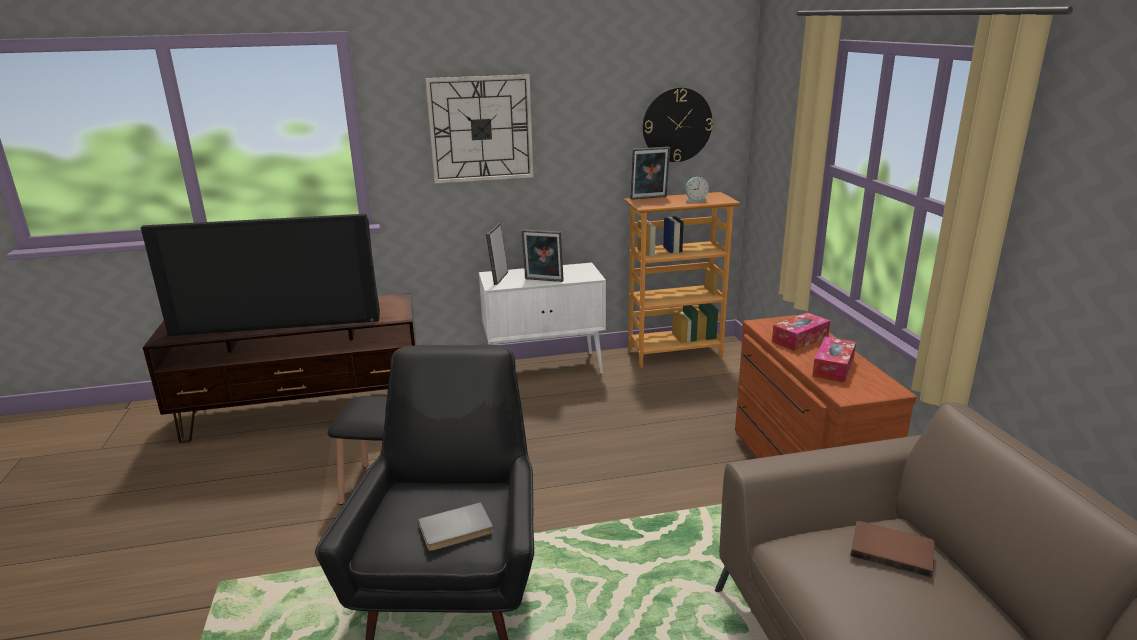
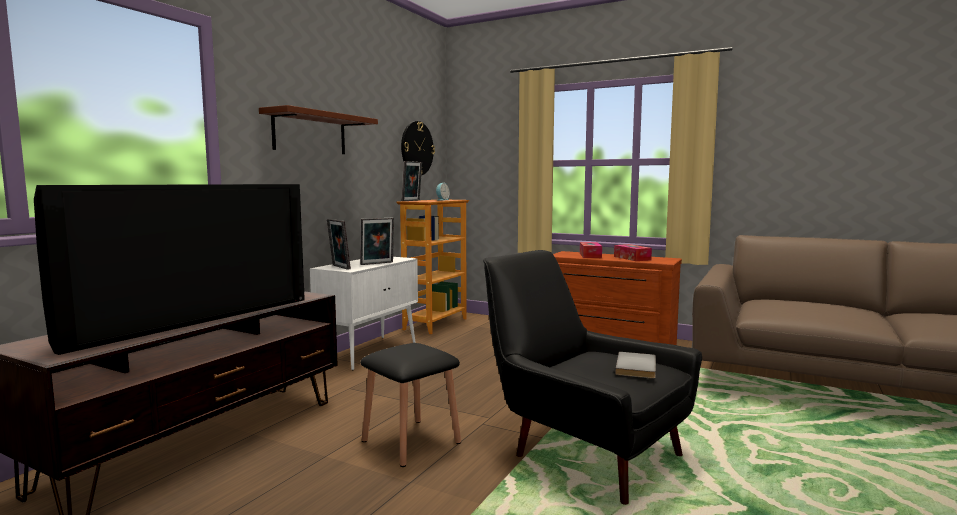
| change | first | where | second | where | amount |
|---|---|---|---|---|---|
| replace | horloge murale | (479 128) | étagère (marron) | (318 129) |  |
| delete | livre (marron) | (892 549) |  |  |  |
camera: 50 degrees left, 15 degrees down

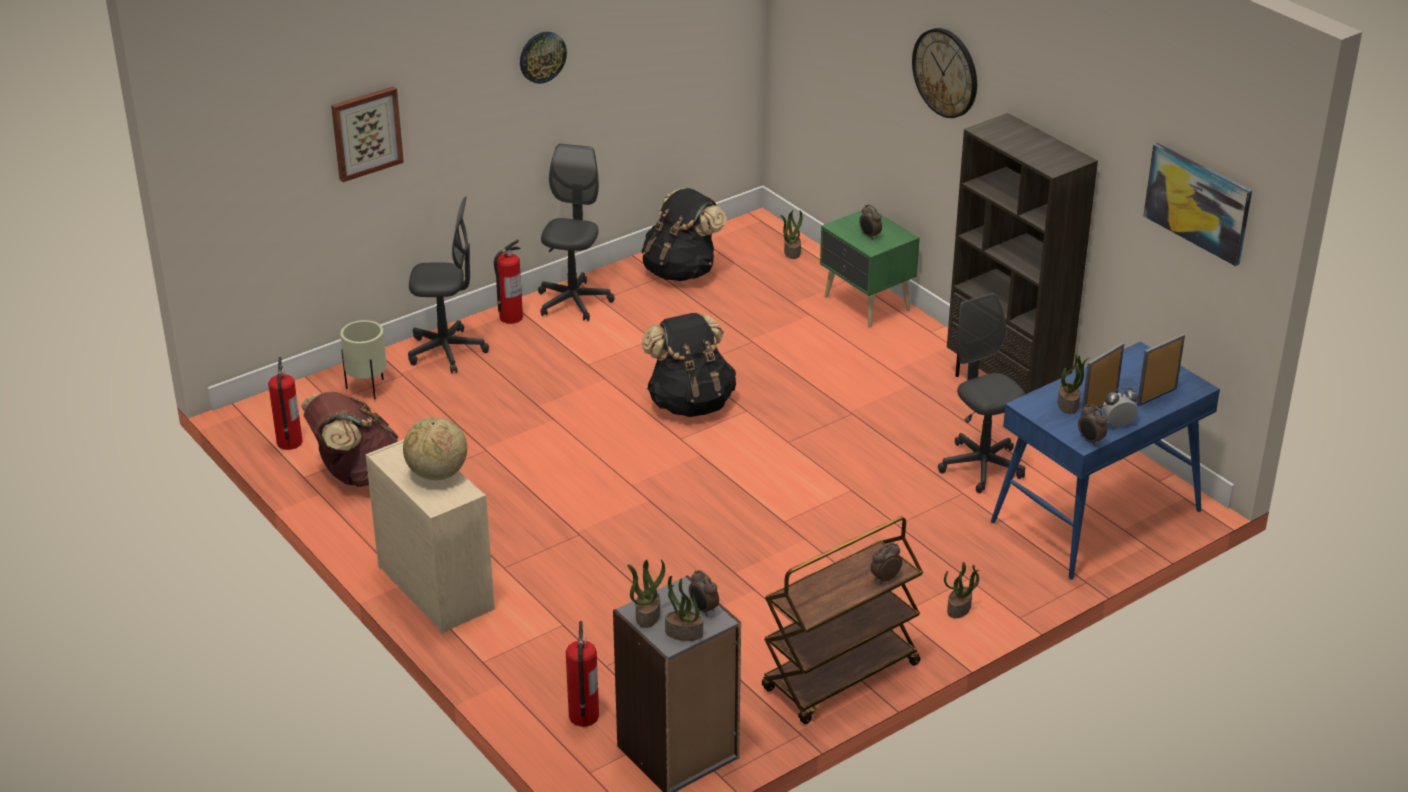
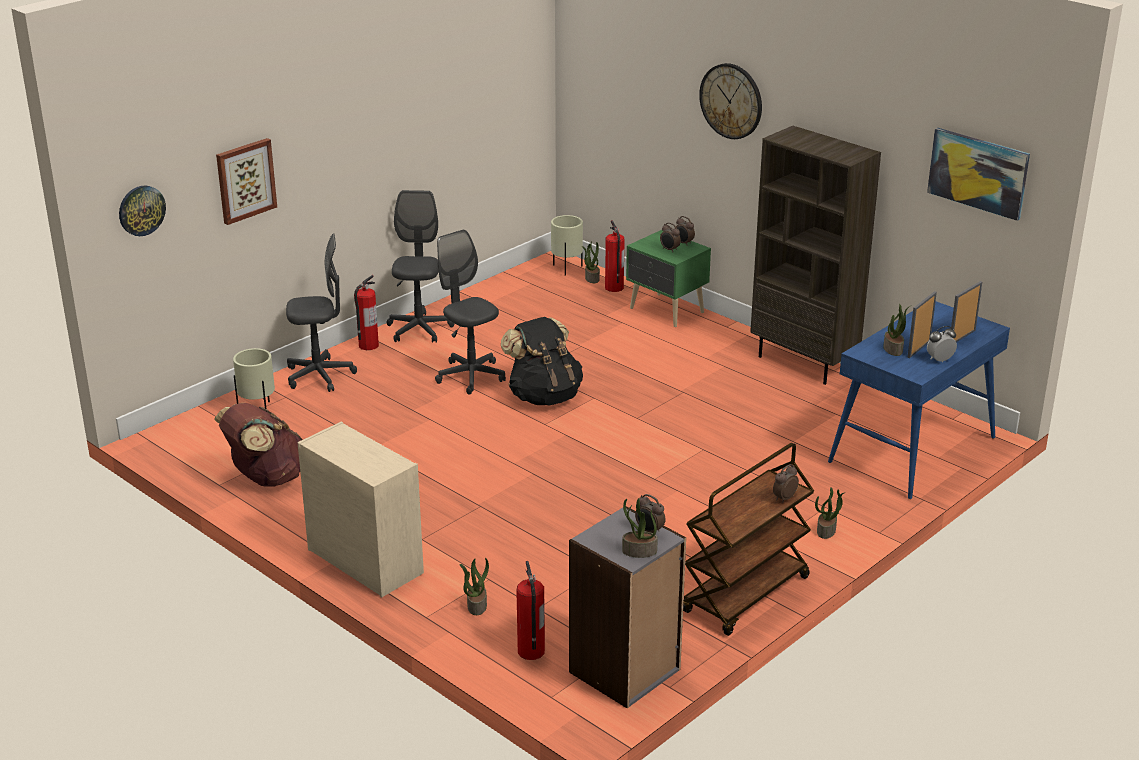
| change | first | where | second | where | amount |
|---|---|---|---|---|---|
| move | extincteur | (285 403) |  | (615 256) |  |
| delete | globe | (435 448) |  |  |  |
| move | horloge murale | (543 58) |  | (142 210) |  |
| move | plante en pot | (646 593) |  | (474 586) |  |
| delete | sac à dos (noir) | (684 234) |  |  |  |
| move | chaise de bureau (gris) | (982 393) |  | (470 312) |  |
| move | réveil | (1092 425) |  | (685 231) |  |
| insert |  |  | cache-pot (beige) | (567 245) |  |
camera: 10 degrees left, 5 degrees down

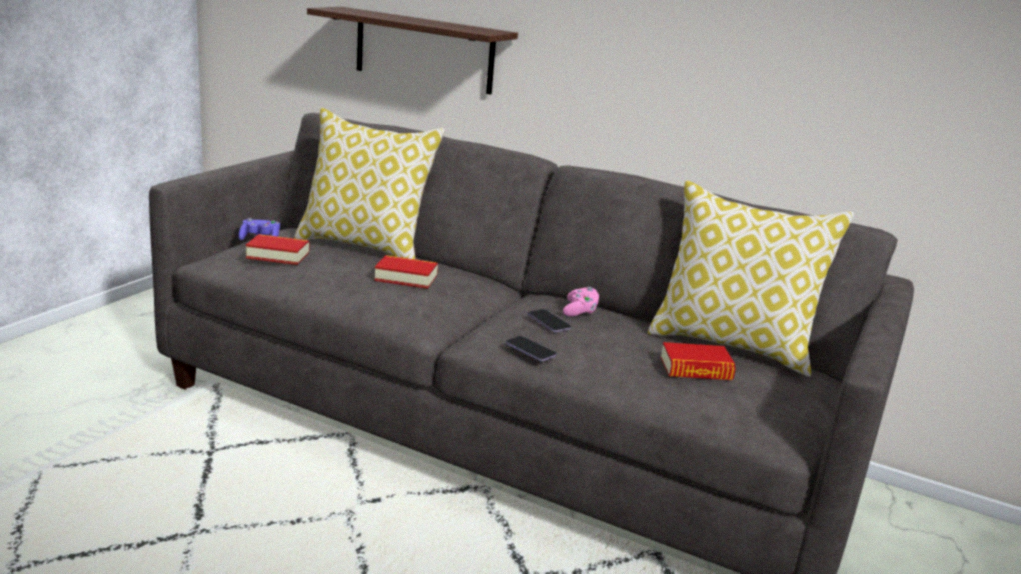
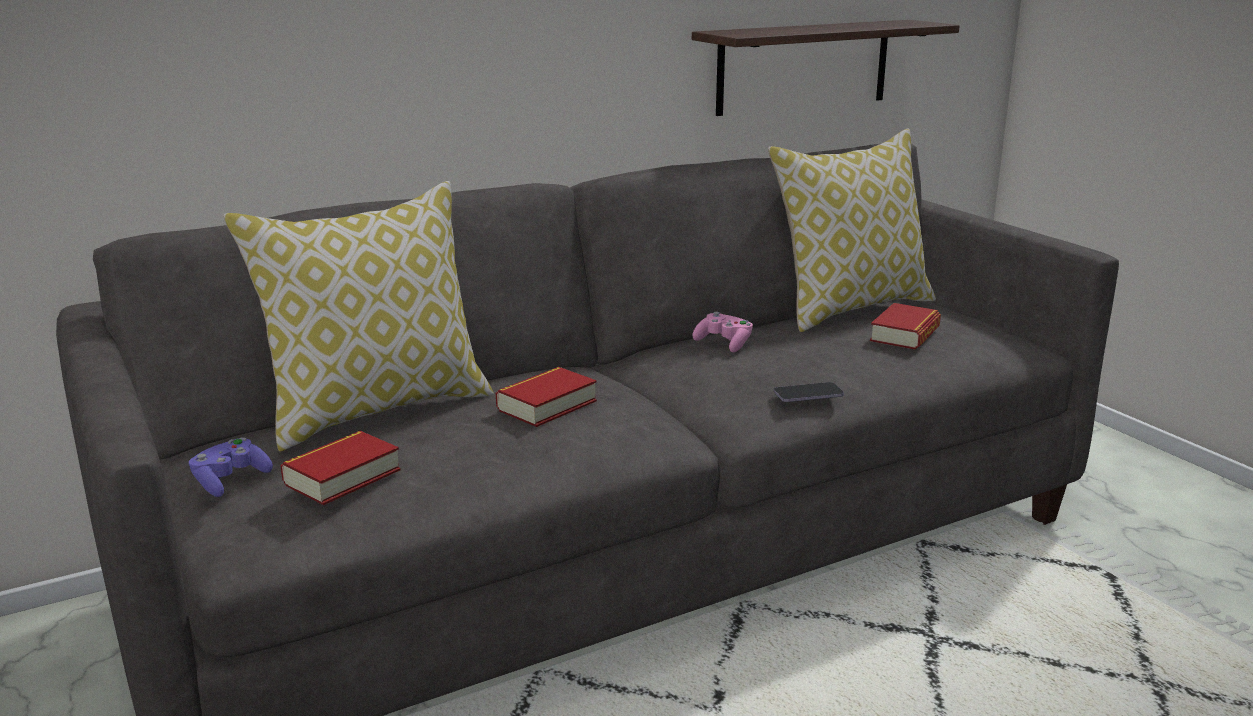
| change | first | where | second | where | amount |
|---|---|---|---|---|---|
| move | étagère | (412 51) |  | (826 68) |  |
| delete | téléphone | (549 320) |  |  |  |
camera: 55 degrees left, 0 degrees up

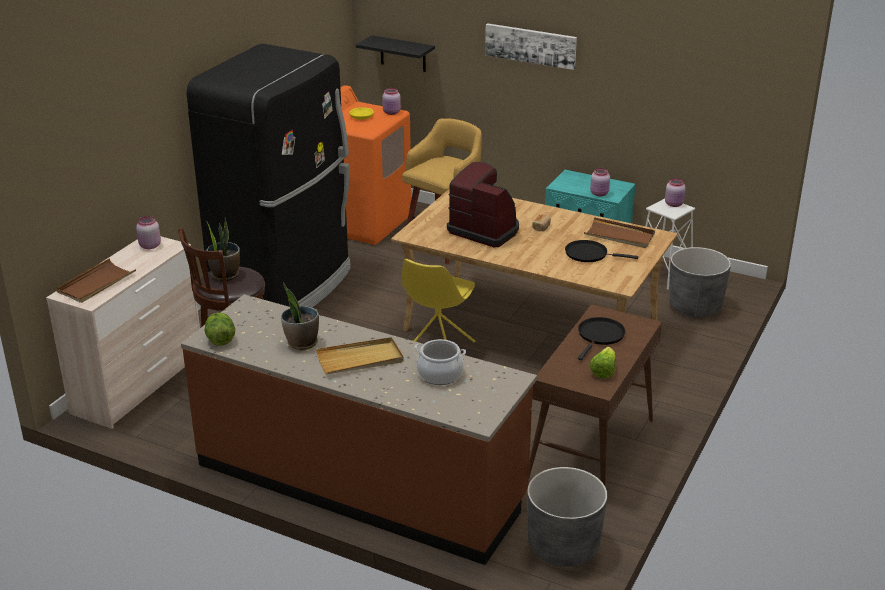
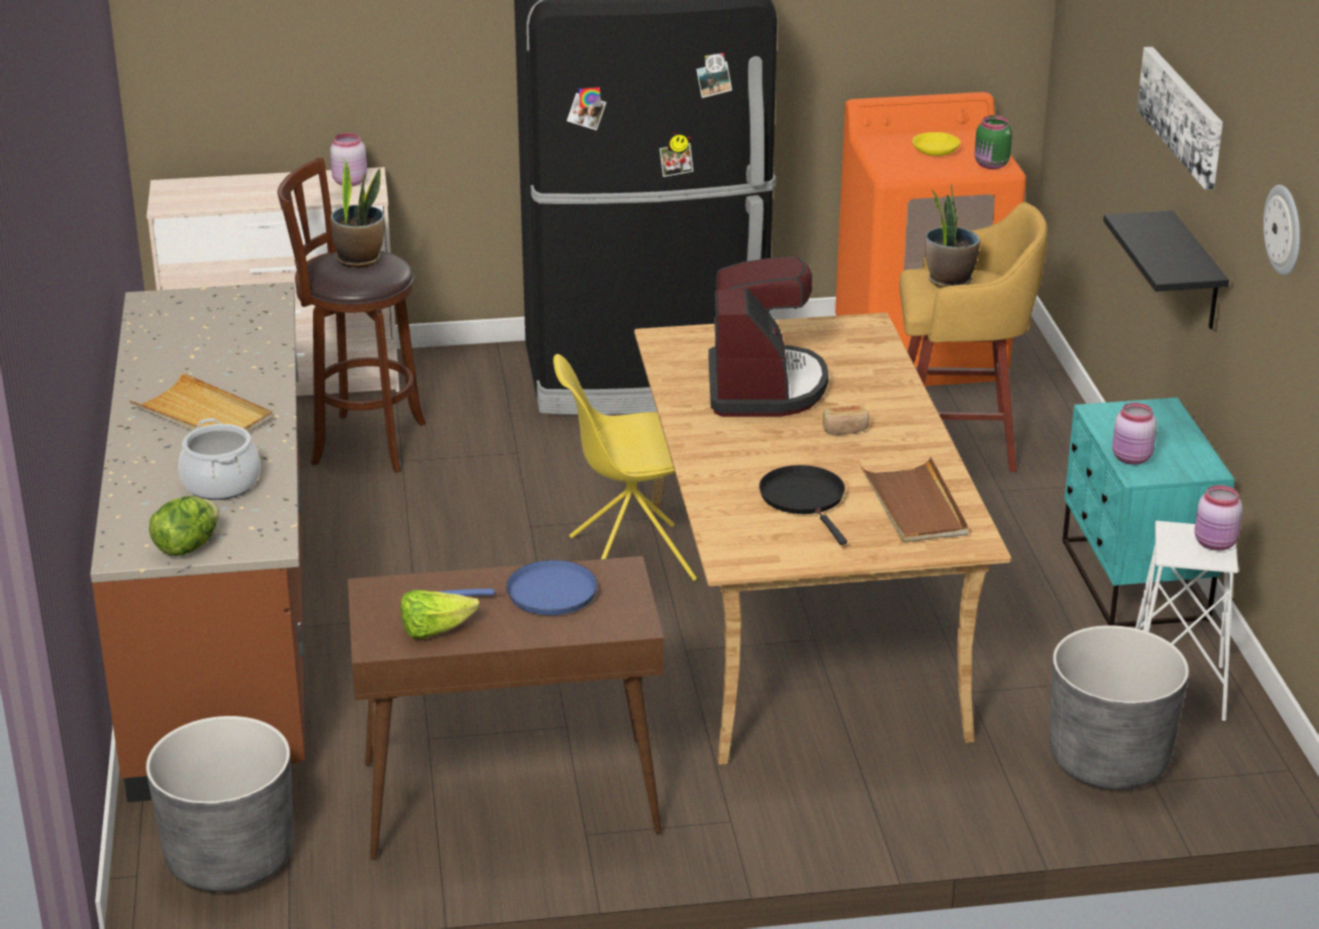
| change | first | where | second | where | amount |
|---|---|---|---|---|---|
| delete | plateau (marron) | (96 280) |  |  |  |
| move | laitue | (220 329) |  | (184 526) |  |
| move | plante en pot | (300 316) |  | (952 236) |  |
| move | étagère (noir) | (395 53) |  | (1166 270) |  |
| recolor | bocal (rose) | (391 101) | bocal (vert) | (993 142) |  |
| recolor | poêle (noir) | (601 338) | poêle (bleu) | (518 587) |  |
| insert |  |  | horloge murale | (1281 230) |  |
camera: 55 degrees right, 0 degrees up

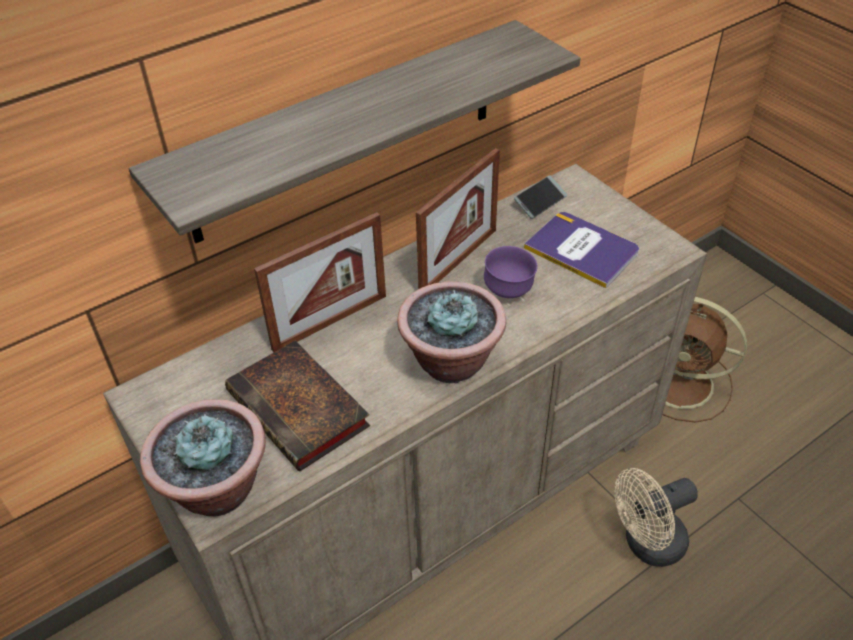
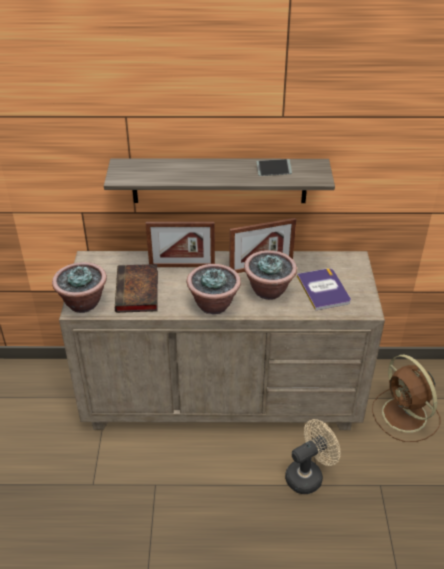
| change | first | where | second | where | amount |
|---|---|---|---|---|---|
| replace | bol (violet) | (510 272) | plante en pot | (270 275) |  |
| move | téléphone | (540 197) |  | (274 167) |  |
| rotate | ventilateur (beige) | (656 517) |  | (313 456) | 135 degrees clockwise |
camera: 35 degrees right, 5 degrees down

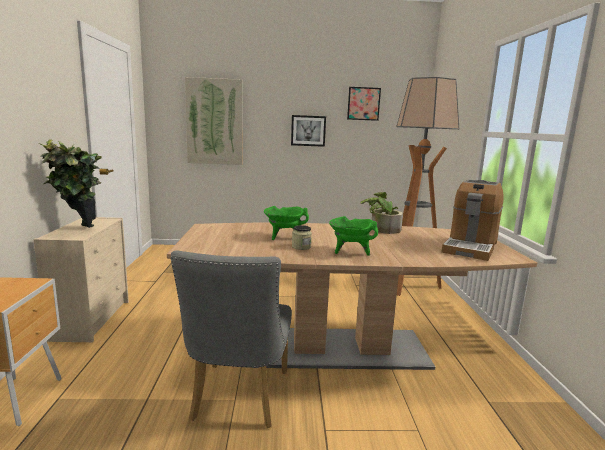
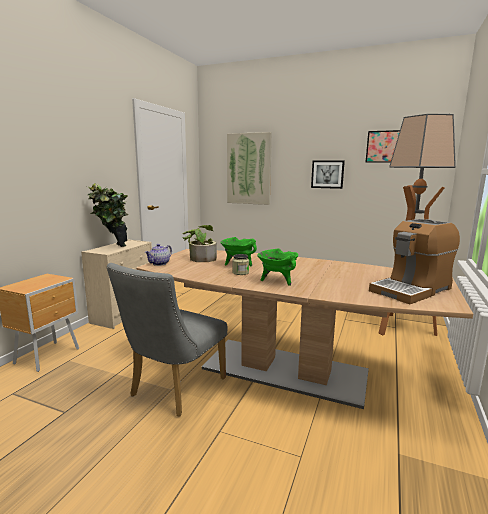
| change | first | where | second | where | amount |
|---|---|---|---|---|---|
| move | plante en pot | (381 213) |  | (199 243) |  |
| insert |  |  | théière | (158 255) |  |
camera: 25 degrees right, 0 degrees up

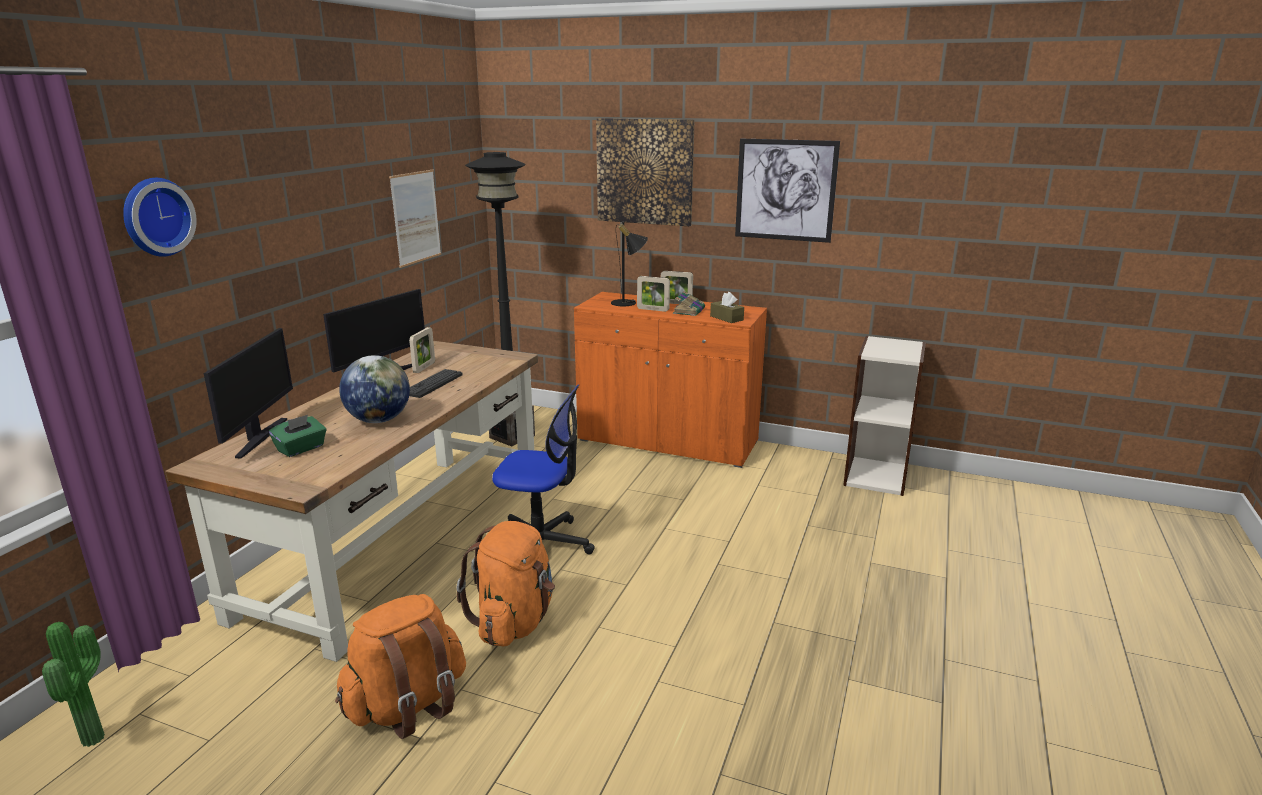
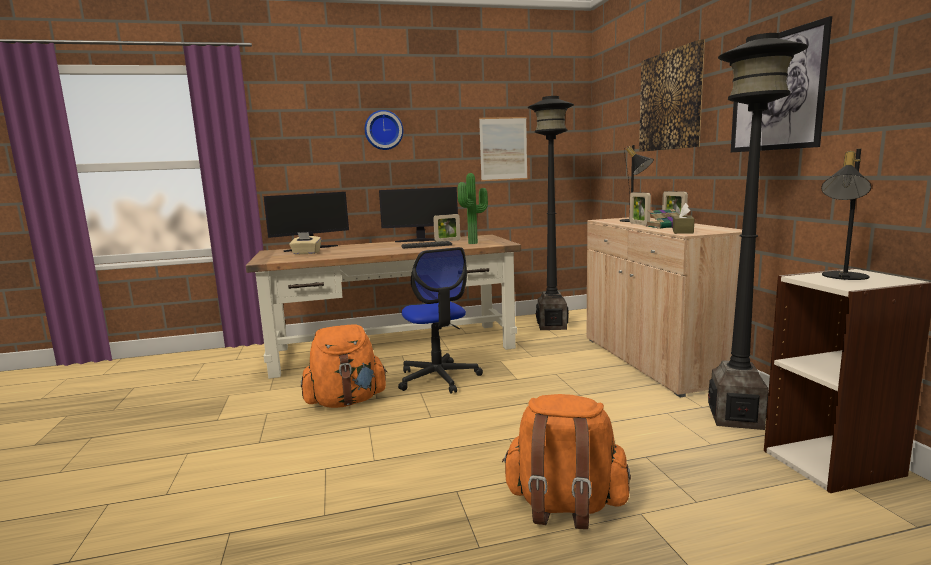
| change | first | where | second | where | amount |
|---|---|---|---|---|---|
| move | plante en pot | (73 684) |  | (473 208) |  |
| move | horloge murale | (160 217) |  | (384 130) |  |
| recolor | boîte à mouchoirs (vert) | (297 436) | boîte à mouchoirs (beige) | (305 243) |  |
| move | sac à dos (orange) | (400 666) |  | (566 461) |  |
| delete | globe | (374 389) |  |  |  |
| recolor | meuble de rangement (orange) | (670 380) | meuble de rangement (beige) | (664 307) |  |
| insert |  |  | lampadaire (noir) | (758 231) |  |
| insert |  |  | lampe de table (noir) | (846 214) |  |
camera: 55 degrees right, 10 degrees down

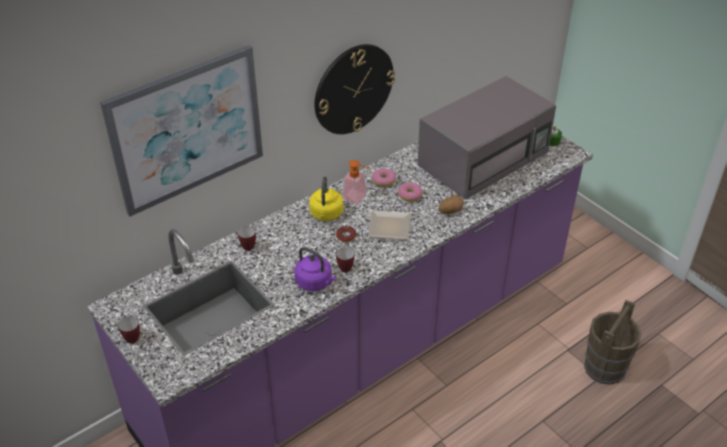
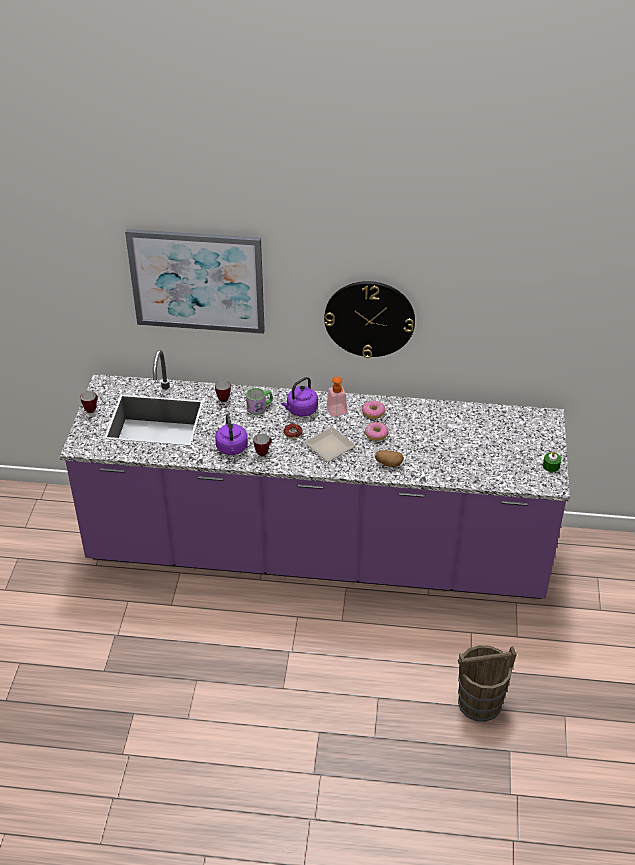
| change | first | where | second | where | amount |
|---|---|---|---|---|---|
| recolor | bouilloire (jaune) | (326 198) | bouilloire (violet) | (299 396) |  |
| delete | micro-ondes (gris) | (486 138) |  |  |  |
| insert |  |  | mug | (259 401) |  |
camera: 45 degrees right, 0 degrees up

